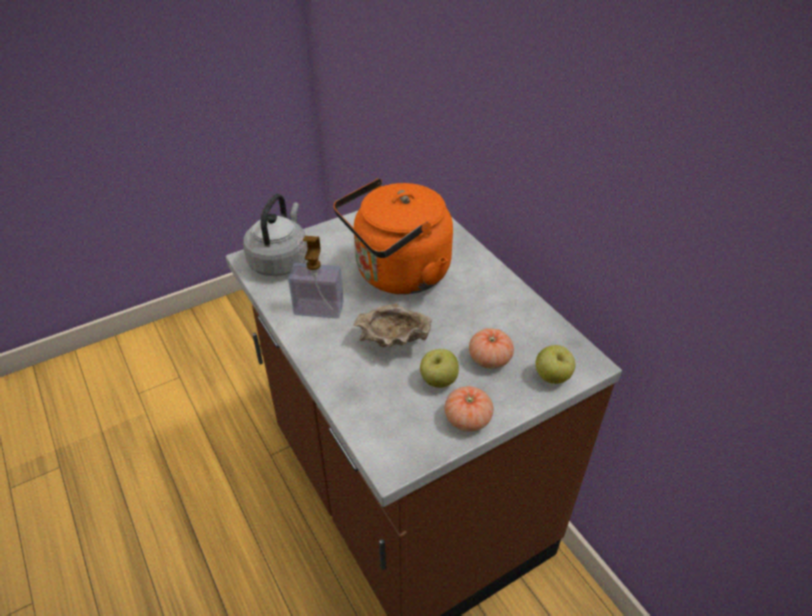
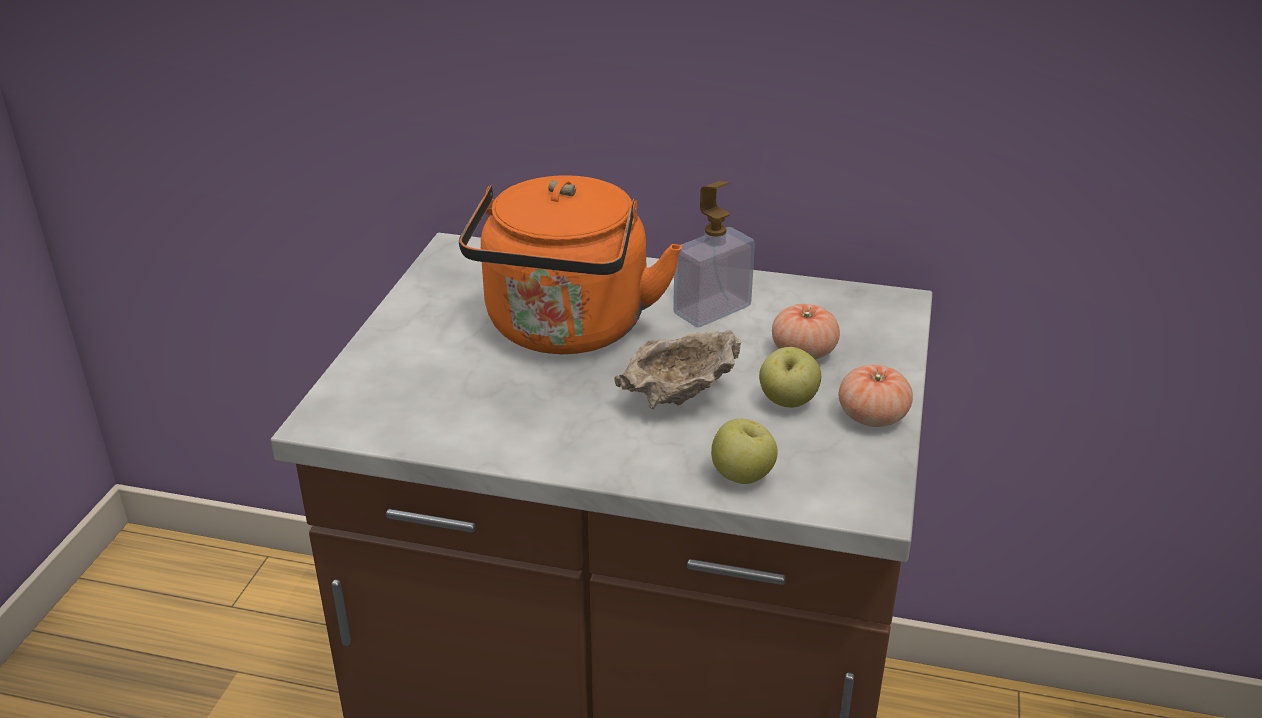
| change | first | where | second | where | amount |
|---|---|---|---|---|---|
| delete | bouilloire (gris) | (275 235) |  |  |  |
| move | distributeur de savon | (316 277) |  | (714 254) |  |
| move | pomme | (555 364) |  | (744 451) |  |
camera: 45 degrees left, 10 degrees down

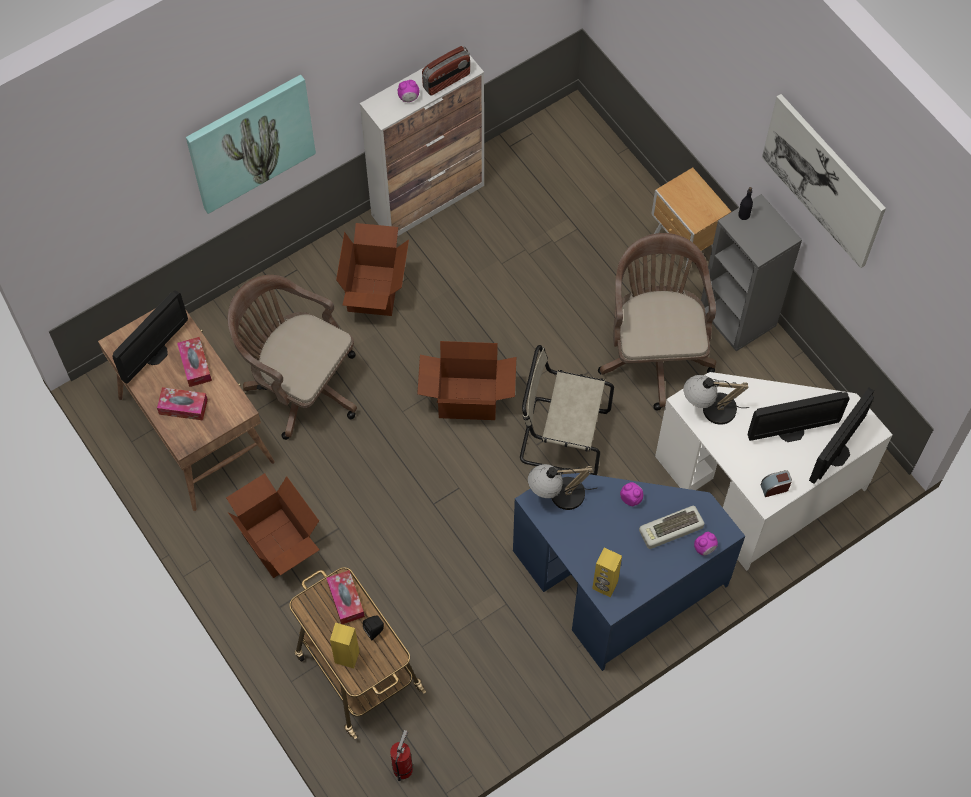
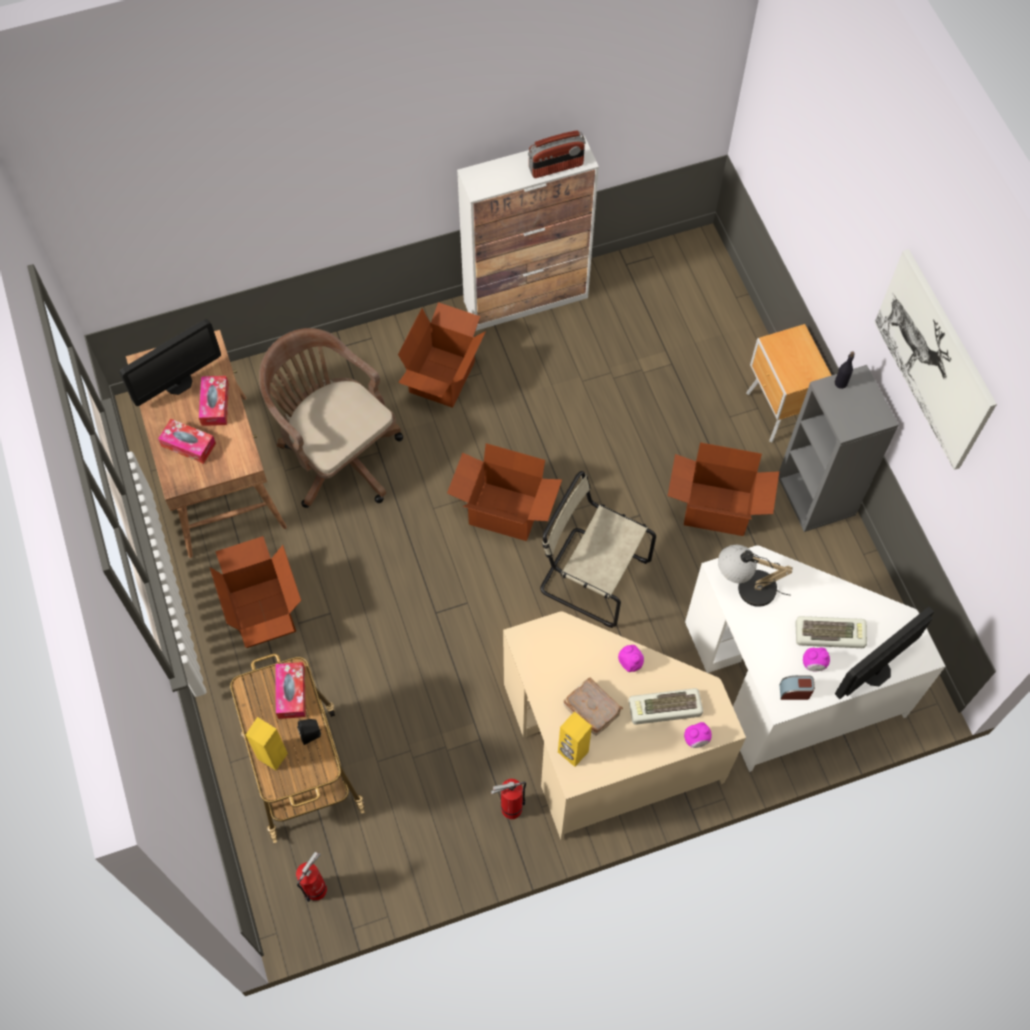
| change | first | where | second | where | amount |
|---|---|---|---|---|---|
| delete | tableau | (251 144) |  |  |  |
| move | réveil | (409 91) |  | (816 659) |  |
| recolor | bureau (bleu) | (629 572) | bureau (beige) | (624 725) |  |
| delete | lampe de table | (562 487) |  |  |  |
| replace | chaise de bureau (marron) | (657 322) | carton | (723 489) |  |
| replace | écran d'ordinateur | (799 417) | clavier | (831 632) |  |
| insert |  |  | extincteur | (508 799) |  |
| insert |  |  | livre (marron) | (593 706) |  |
camera: 15 degrees right, 0 degrees up

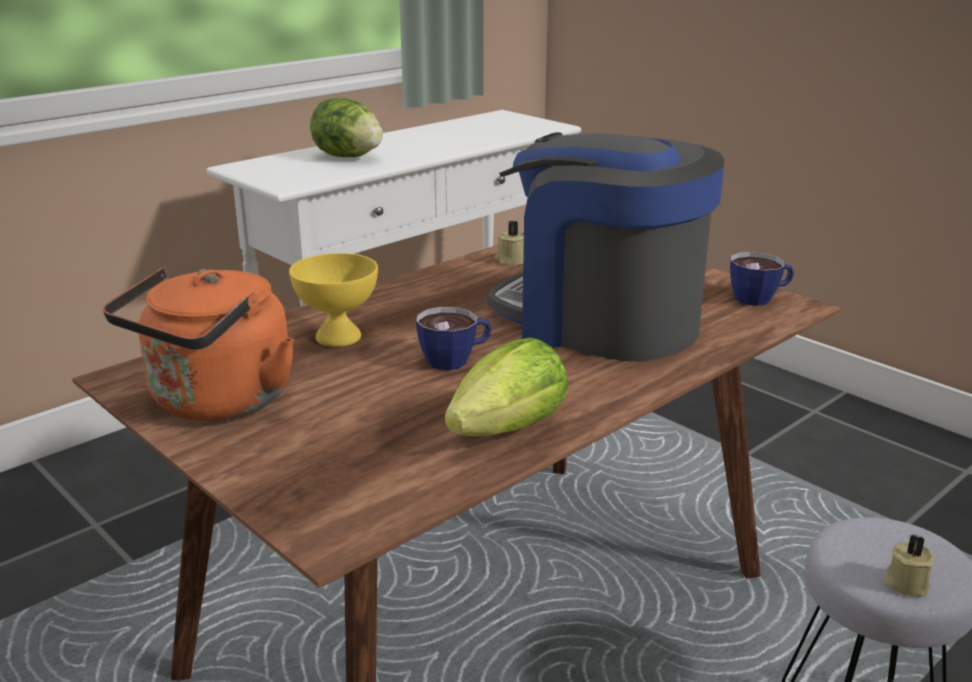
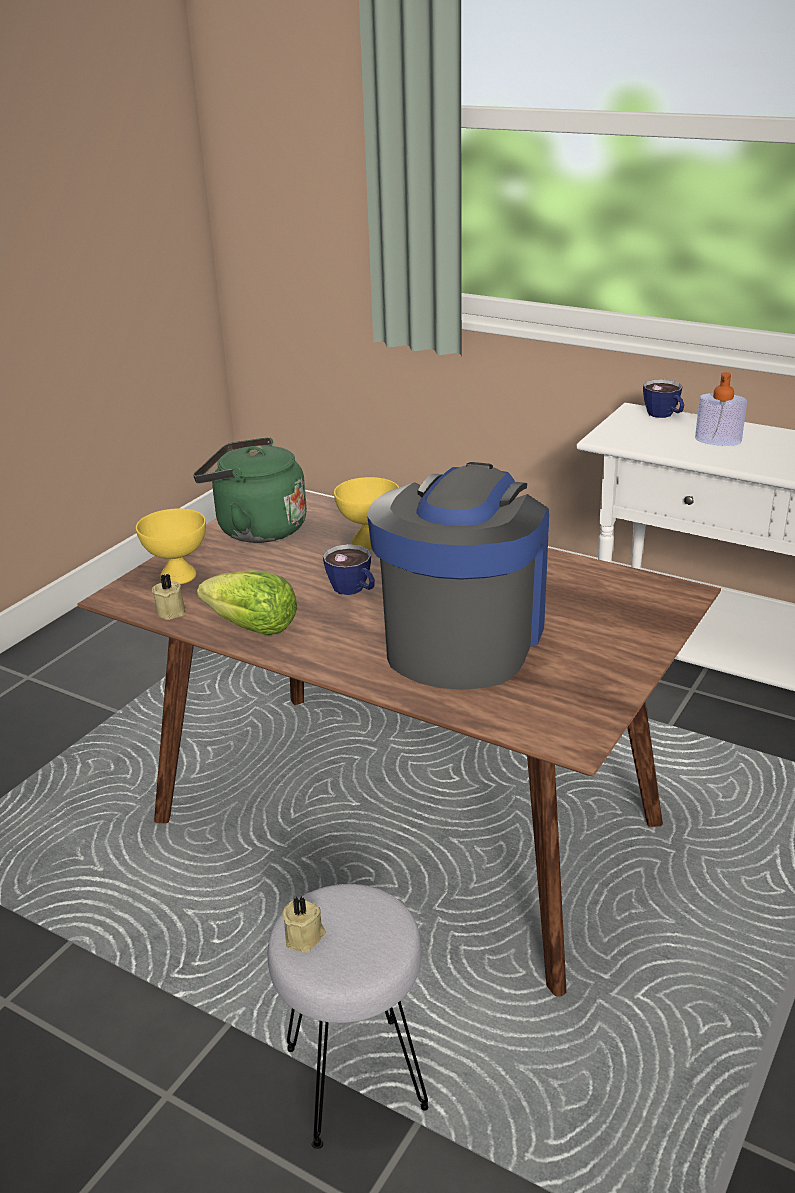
| change | first | where | second | where | amount |
|---|---|---|---|---|---|
| recolor | bouilloire (orange) | (198 344) | bouilloire (vert) | (250 490) |  |
| replace | laitue | (346 127) | distributeur de savon | (721 409) |  |
| move | bougie (beige) | (509 243) |  | (168 597) |  |
| move | tasse | (762 279) |  | (663 398) |  |
| insert |  |  | bol (jaune) | (171 546) |  |
camera: 75 degrees right, 5 degrees up

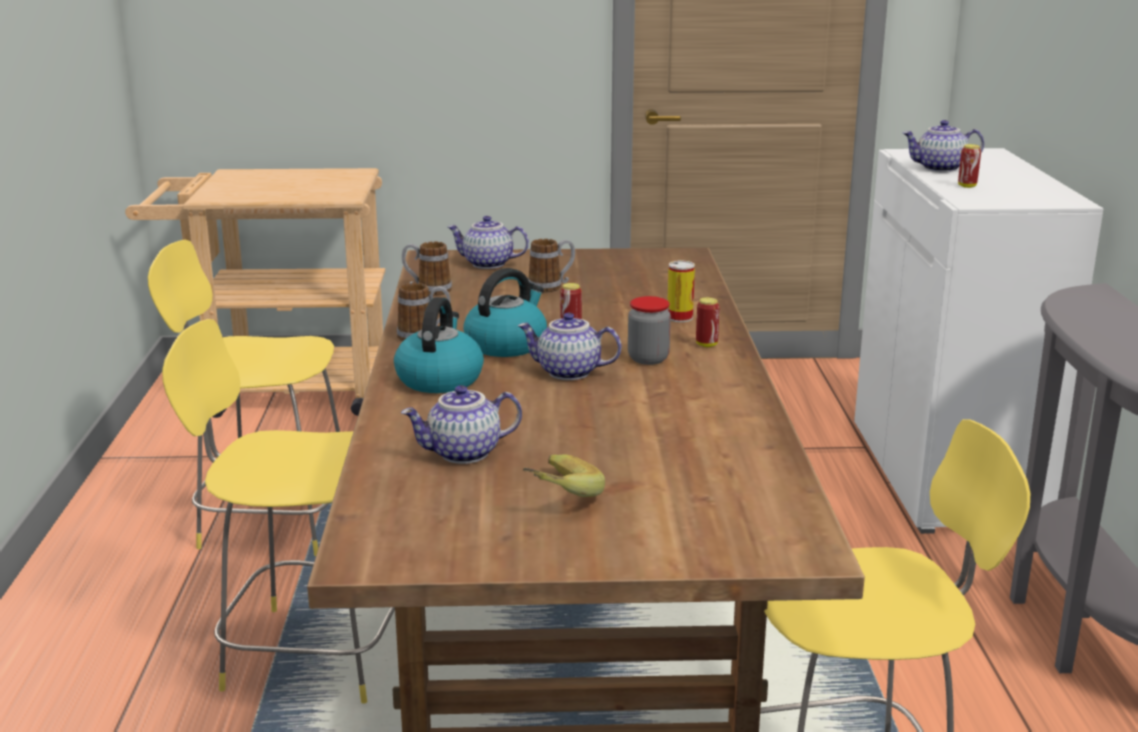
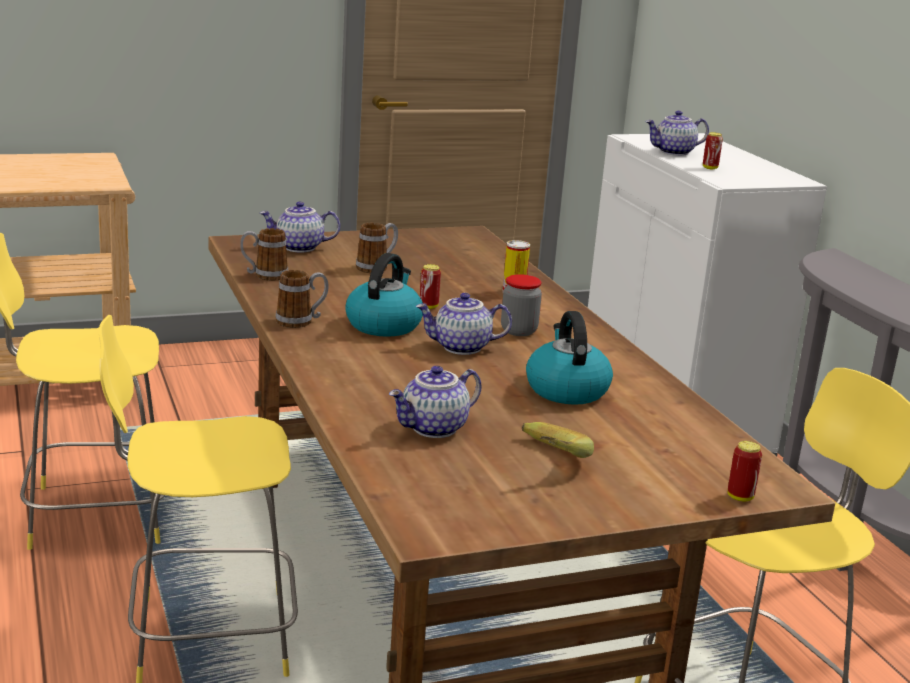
| change | first | where | second | where | amount |
|---|---|---|---|---|---|
| move | bouilloire | (439 345) |  | (569 358) |  |
| move | boîte métallique | (708 322) |  | (745 471) |  |
camera: 20 degrees left, 0 degrees up

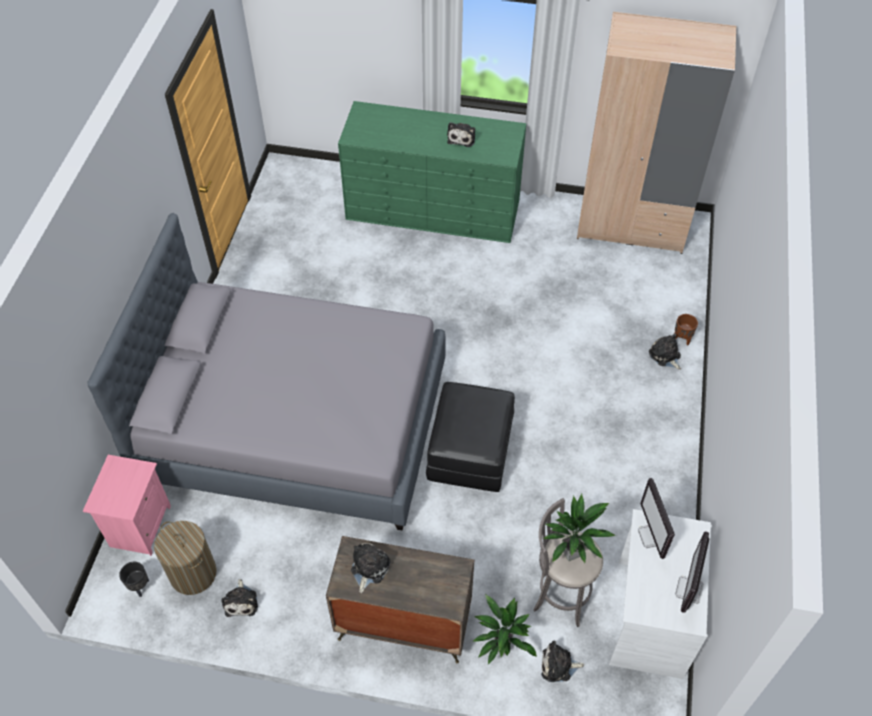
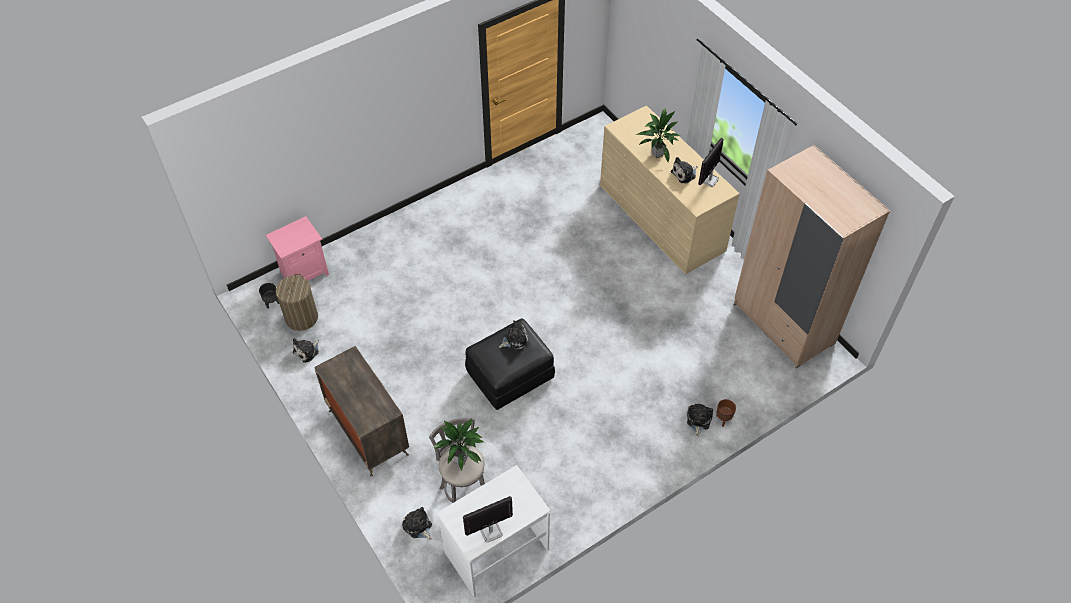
| change | first | where | second | where | amount |
|---|---|---|---|---|---|
| delete | lit (gris) | (266 371) |  |  |  |
| recolor | commode (vert) | (432 172) | commode (beige) | (670 190) |  |
| move | peluche | (371 568) |  | (514 335) |  |
| move | plante en pot | (505 629) |  | (658 135) |  |
| move | écran d'ordinateur | (656 518) |  | (711 162) |  |
camera: 45 degrees right, 0 degrees up

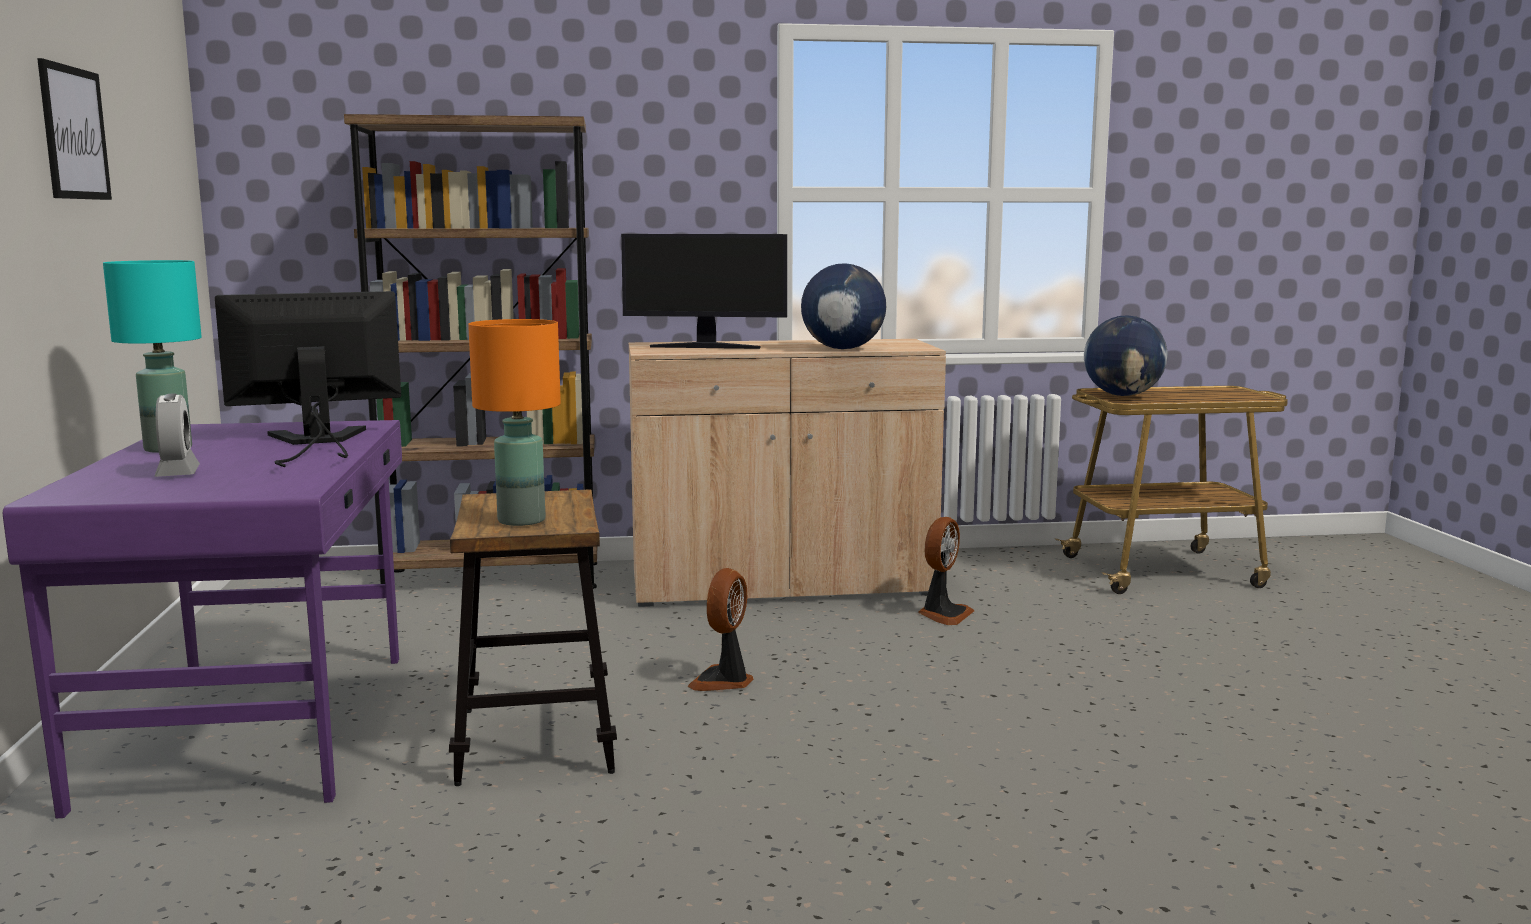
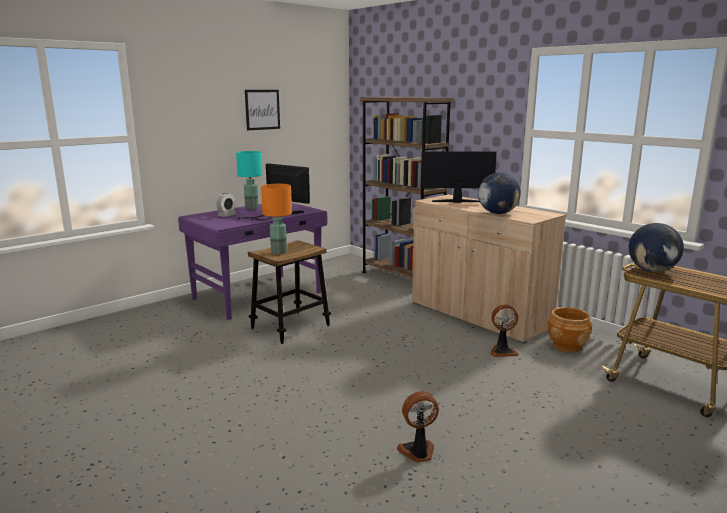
| change | first | where | second | where | amount |
|---|---|---|---|---|---|
| rotate | écran d'ordinateur | (704 291) |  | (458 177) | 120 degrees clockwise |
| move | ventilateur | (720 629) |  | (418 427) |  |
| insert |  |  | cache-pot (marron) | (570 329) |  |
camera: 55 degrees right, 5 degrees up

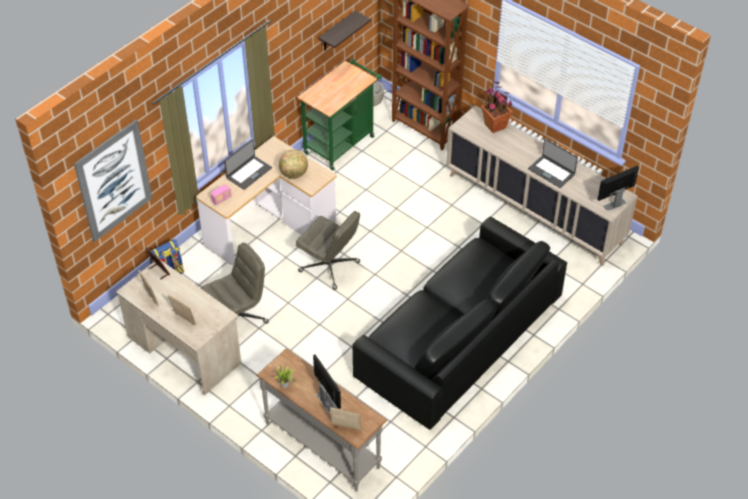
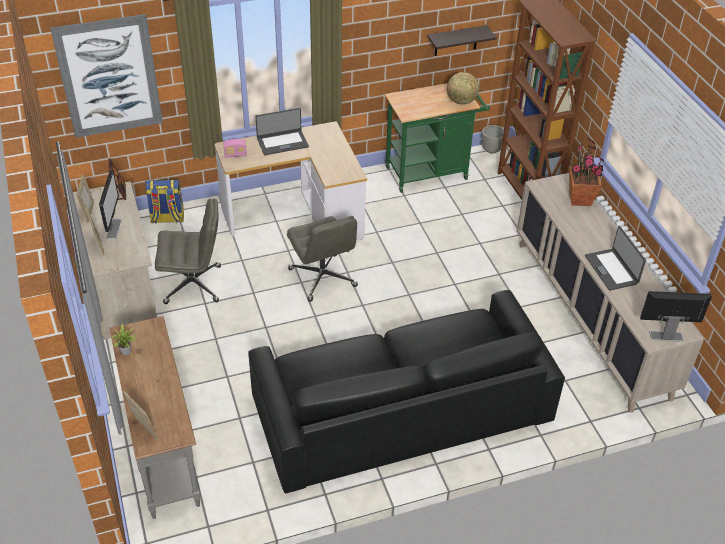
| change | first | where | second | where | amount |
|---|---|---|---|---|---|
| move | globe | (293 164) |  | (463 88) |  |
| move | écran d'ordinateur | (327 383) |  | (110 204) |  |
camera: 30 degrees right, 5 degrees down

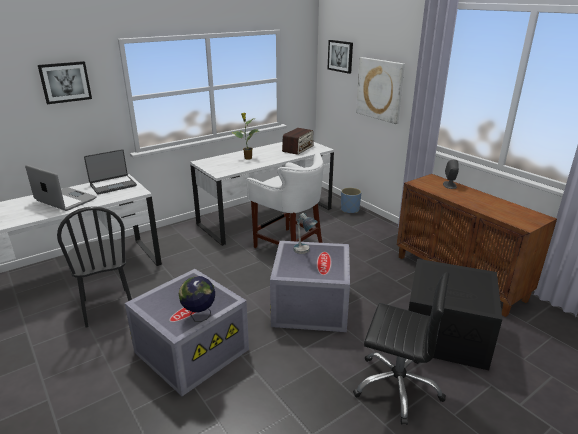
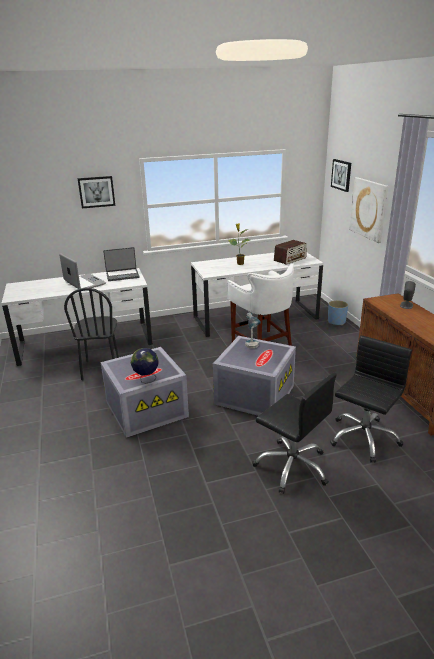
| change | first | where | second | where | amount |
|---|---|---|---|---|---|
| replace | boîte de rangement (noir) | (455 314) | chaise de bureau (noir) | (371 398) |  |
camera: 20 degrees right, 0 degrees up

